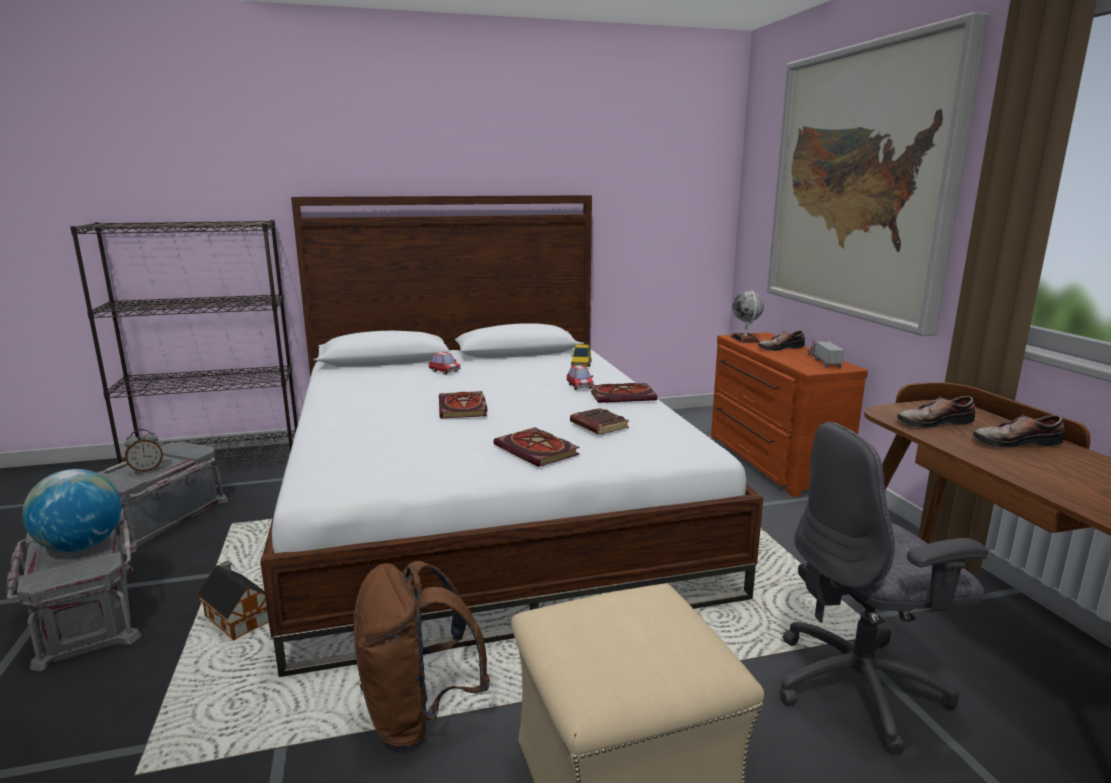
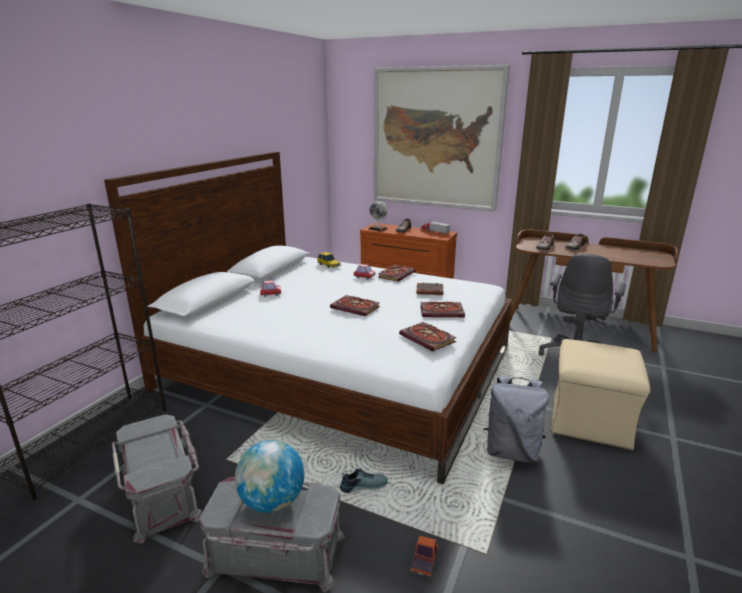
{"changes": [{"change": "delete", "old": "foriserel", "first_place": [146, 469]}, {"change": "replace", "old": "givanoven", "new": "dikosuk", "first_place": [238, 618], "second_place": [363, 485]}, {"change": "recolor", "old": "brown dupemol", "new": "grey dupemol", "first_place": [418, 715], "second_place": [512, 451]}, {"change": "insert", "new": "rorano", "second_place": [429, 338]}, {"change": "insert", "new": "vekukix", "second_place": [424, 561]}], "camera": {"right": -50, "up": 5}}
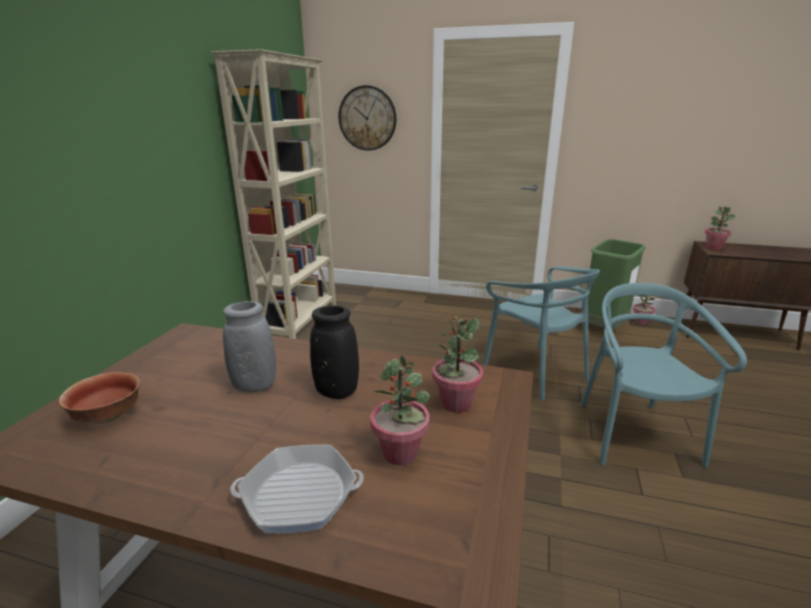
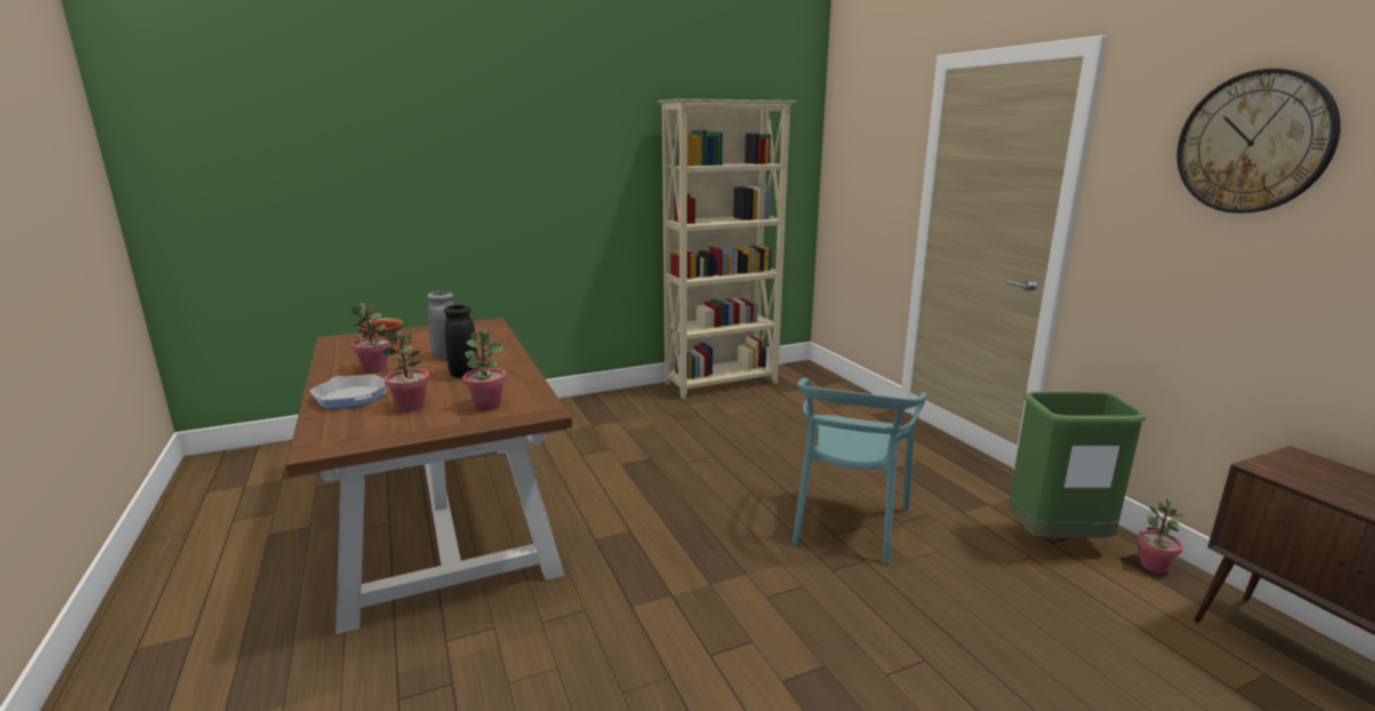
{"changes": [{"change": "move", "old": "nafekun", "first_place": [367, 118], "second_place": [1253, 142]}, {"change": "move", "old": "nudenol", "first_place": [713, 248], "second_place": [375, 369]}, {"change": "delete", "old": "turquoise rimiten", "first_place": [634, 434]}], "camera": {"right": 50, "up": -5}}
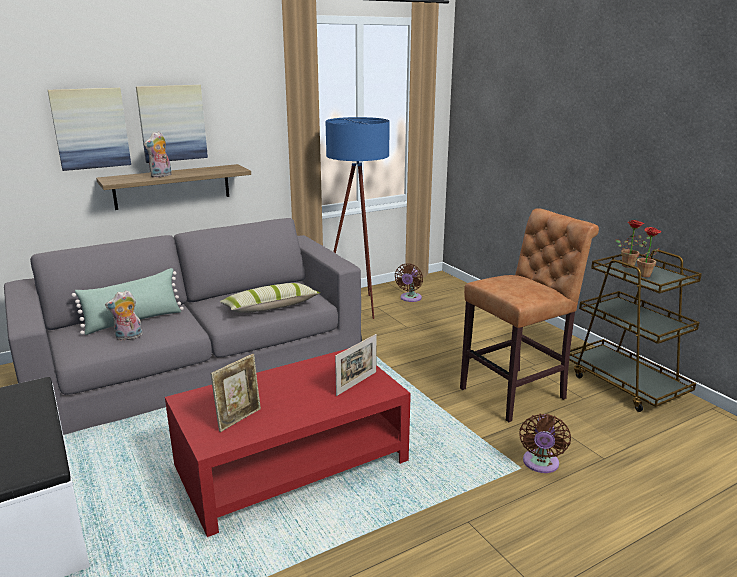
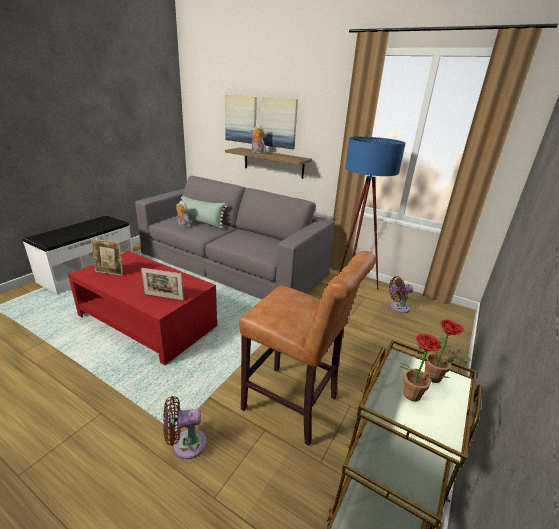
{"changes": [{"change": "delete", "old": "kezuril", "first_place": [270, 307]}], "camera": {"right": 60, "up": 5}}
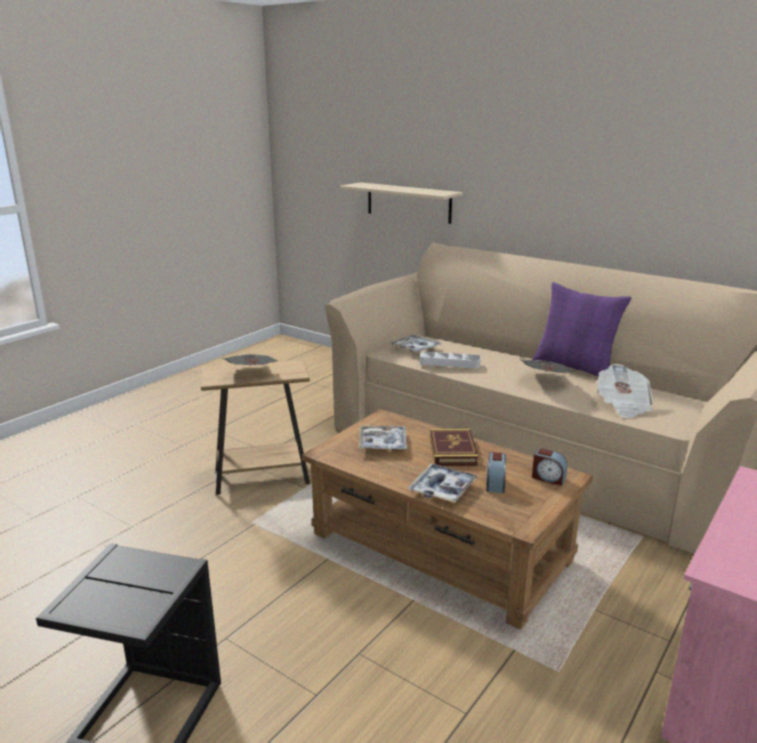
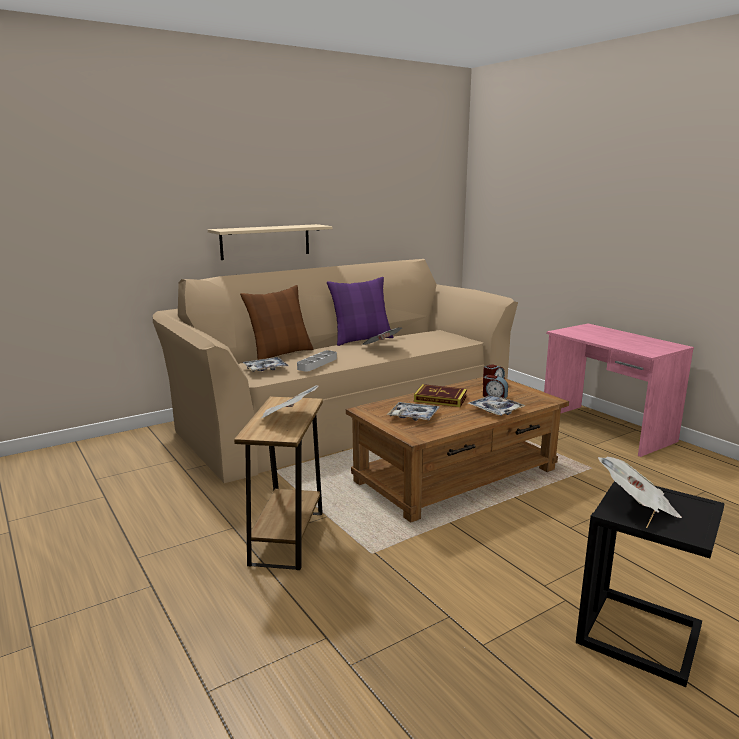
{"changes": [{"change": "move", "old": "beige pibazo", "first_place": [408, 202], "second_place": [265, 241]}, {"change": "move", "old": "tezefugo", "first_place": [623, 406], "second_place": [637, 505]}, {"change": "insert", "new": "brown kezuril", "second_place": [280, 354]}], "camera": {"right": -70, "up": -5}}
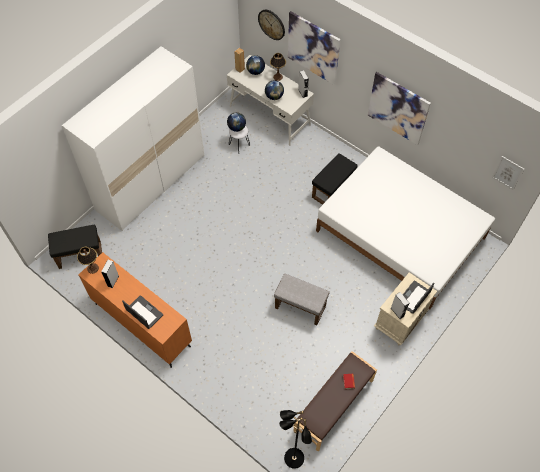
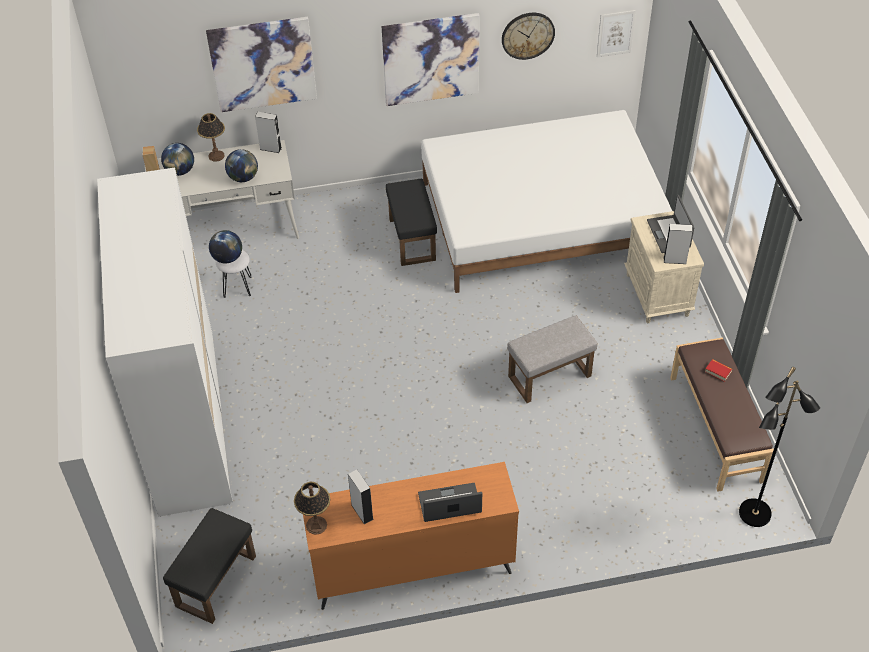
{"changes": [{"change": "move", "old": "nafekun", "first_place": [271, 24], "second_place": [528, 35]}], "camera": {"right": -50, "up": -10}}
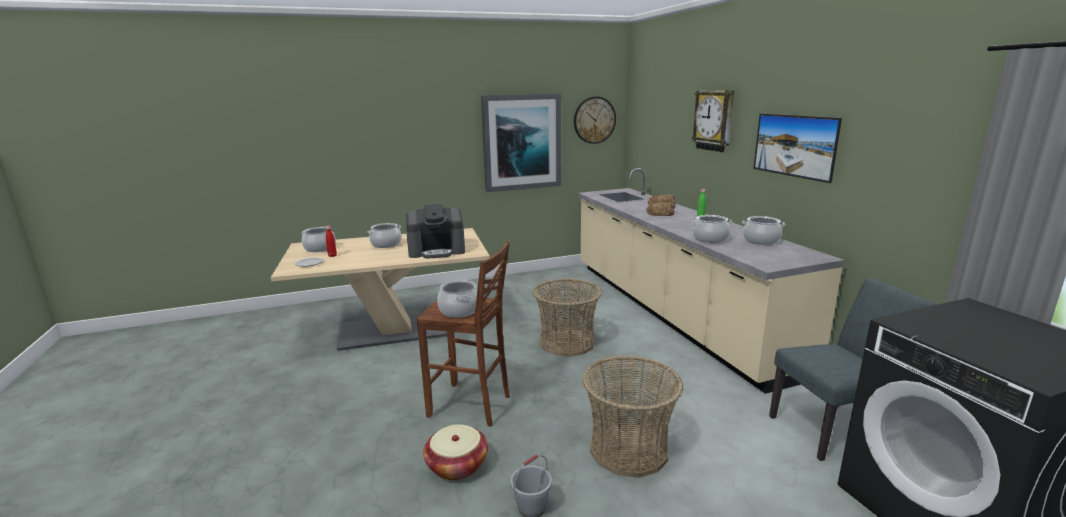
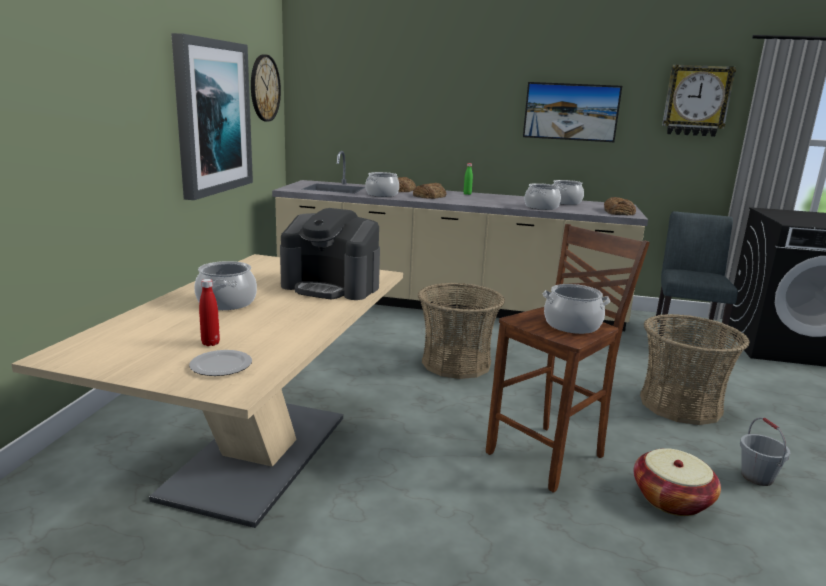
{"changes": [{"change": "move", "old": "nafekun", "first_place": [714, 120], "second_place": [696, 101]}, {"change": "rotate", "old": "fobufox", "first_place": [437, 251], "second_place": [331, 286], "degrees": 90}, {"change": "move", "old": "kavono", "first_place": [320, 248], "second_place": [382, 194]}, {"change": "insert", "new": "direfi", "second_place": [618, 212]}], "camera": {"right": -60, "up": 0}}
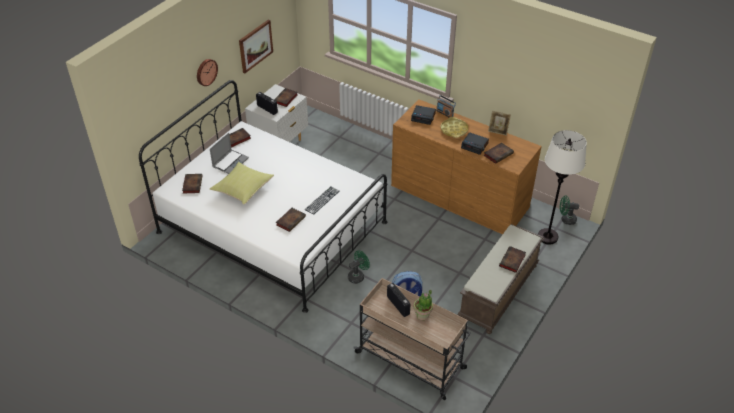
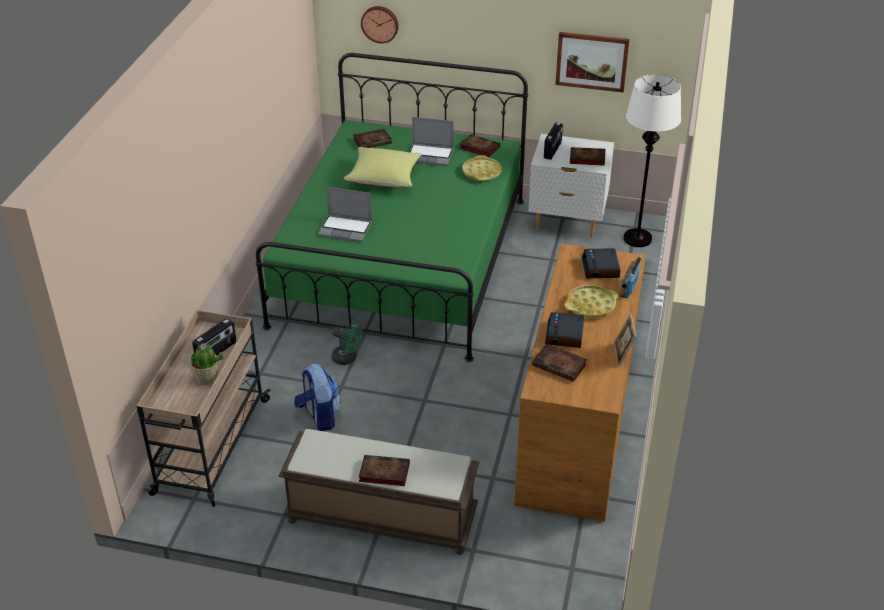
{"changes": [{"change": "move", "old": "nafekun", "first_place": [206, 72], "second_place": [380, 23]}, {"change": "recolor", "old": "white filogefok", "new": "green filogefok", "first_place": [272, 227], "second_place": [401, 260]}, {"change": "move", "old": "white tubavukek", "first_place": [547, 236], "second_place": [637, 238]}, {"change": "delete", "old": "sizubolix", "first_place": [322, 200]}, {"change": "delete", "old": "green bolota", "first_place": [566, 219]}, {"change": "replace", "old": "rorano", "new": "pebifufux", "first_place": [291, 220], "second_place": [346, 229]}, {"change": "insert", "new": "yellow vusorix", "second_place": [481, 172]}], "camera": {"right": 70, "up": -5}}
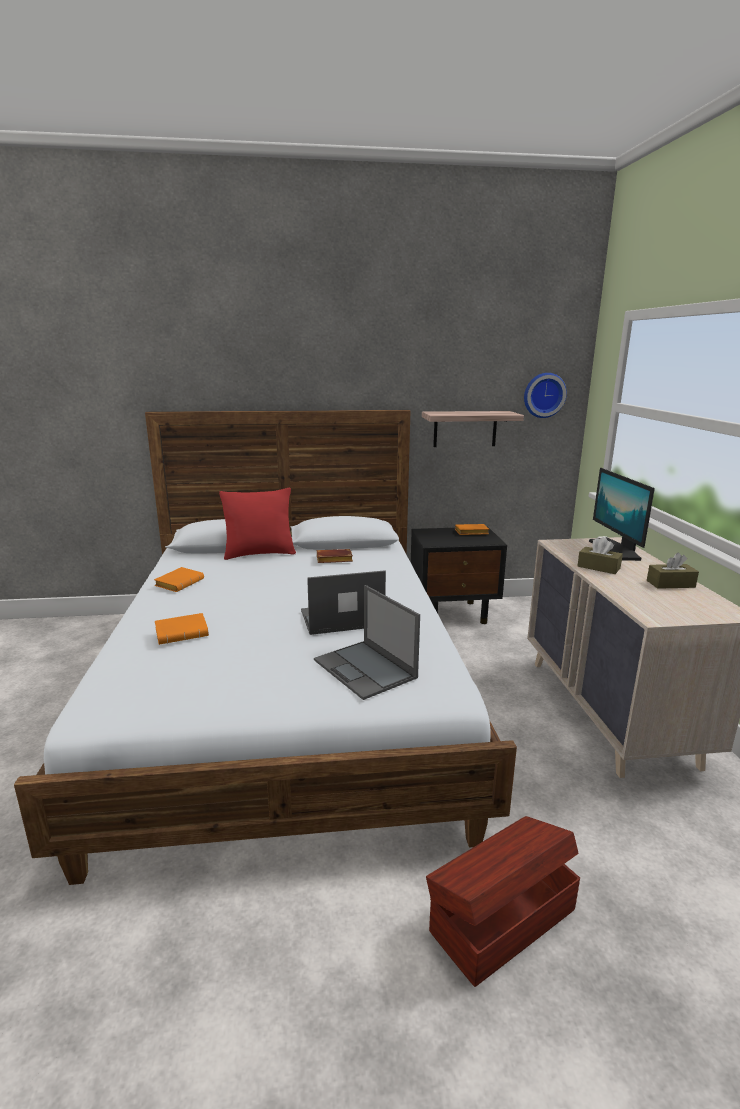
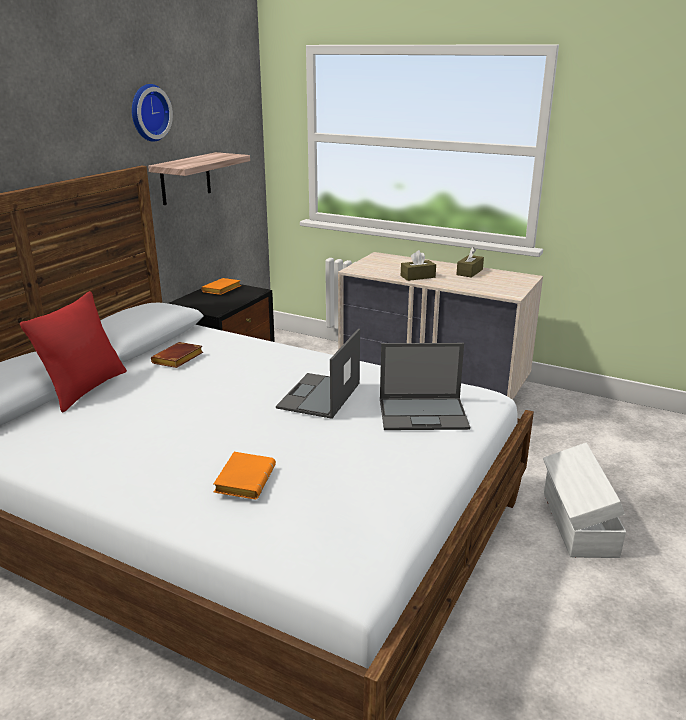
{"changes": [{"change": "move", "old": "nafekun", "first_place": [543, 395], "second_place": [148, 112]}, {"change": "delete", "old": "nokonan", "first_place": [616, 550]}, {"change": "delete", "old": "orange rorano", "first_place": [179, 583]}, {"change": "recolor", "old": "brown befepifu", "new": "white befepifu", "first_place": [500, 919], "second_place": [577, 524]}], "camera": {"right": -55, "up": 5}}
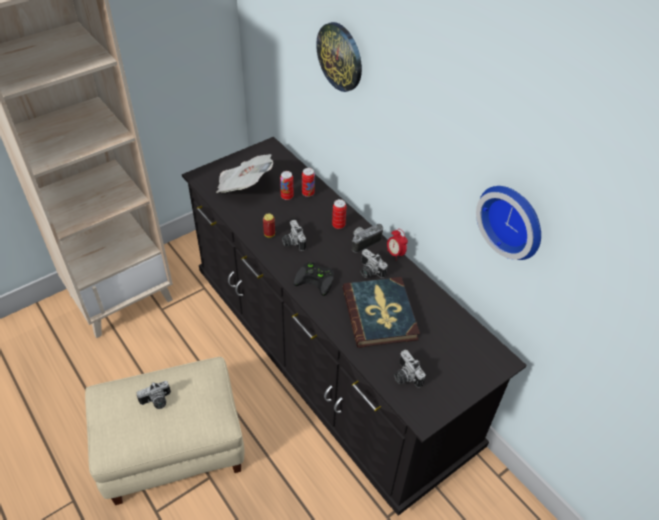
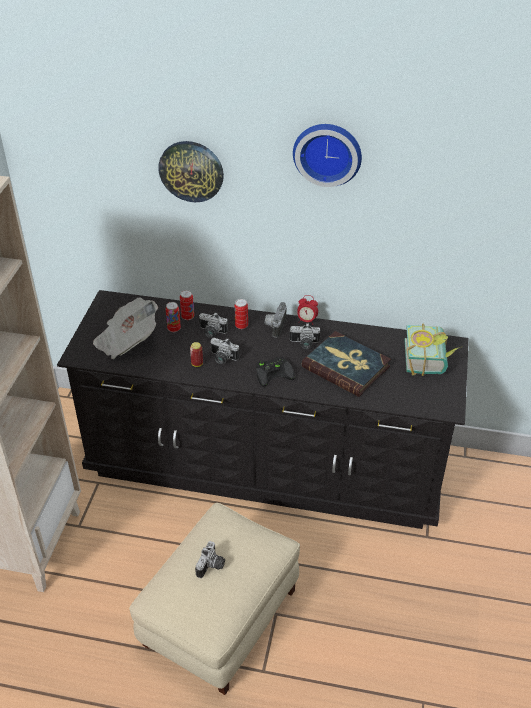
{"changes": [{"change": "move", "old": "nafekun", "first_place": [513, 220], "second_place": [328, 152]}, {"change": "move", "old": "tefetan", "first_place": [405, 376], "second_place": [211, 332]}, {"change": "insert", "new": "rorano", "second_place": [430, 360]}], "camera": {"right": -40, "up": -5}}
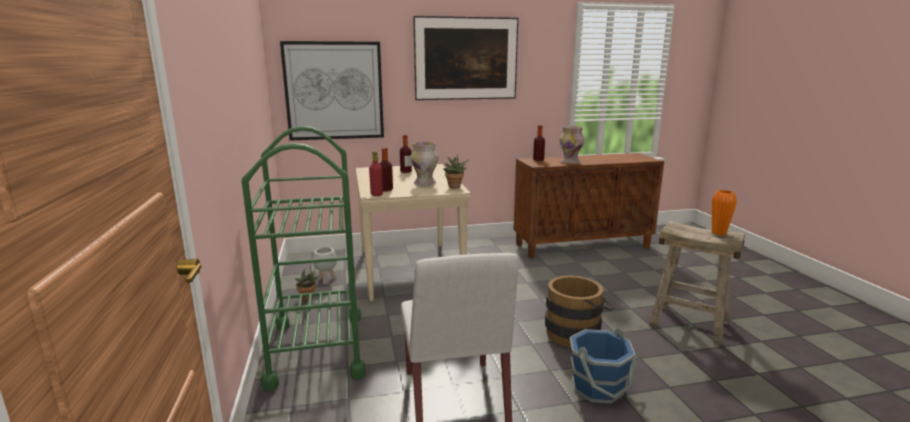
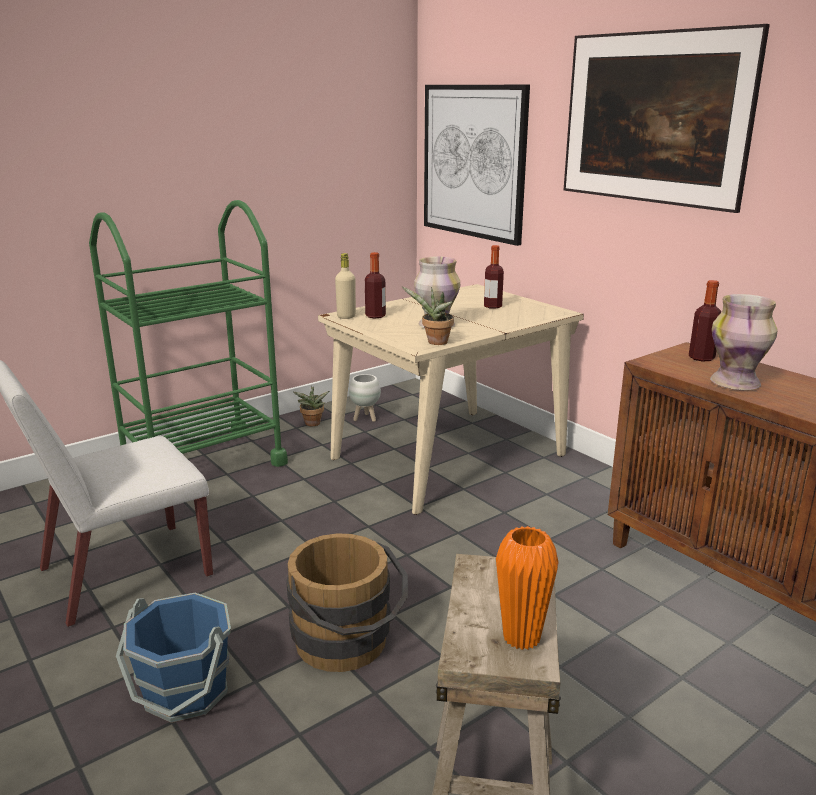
{"changes": [{"change": "recolor", "old": "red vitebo", "new": "beige vitebo", "first_place": [376, 194], "second_place": [346, 316]}], "camera": {"right": 65, "up": 5}}
